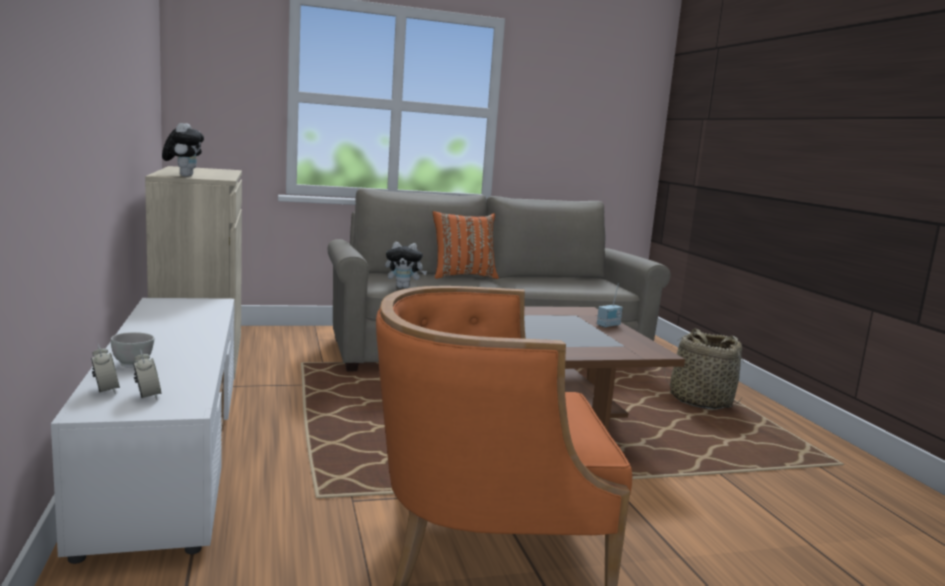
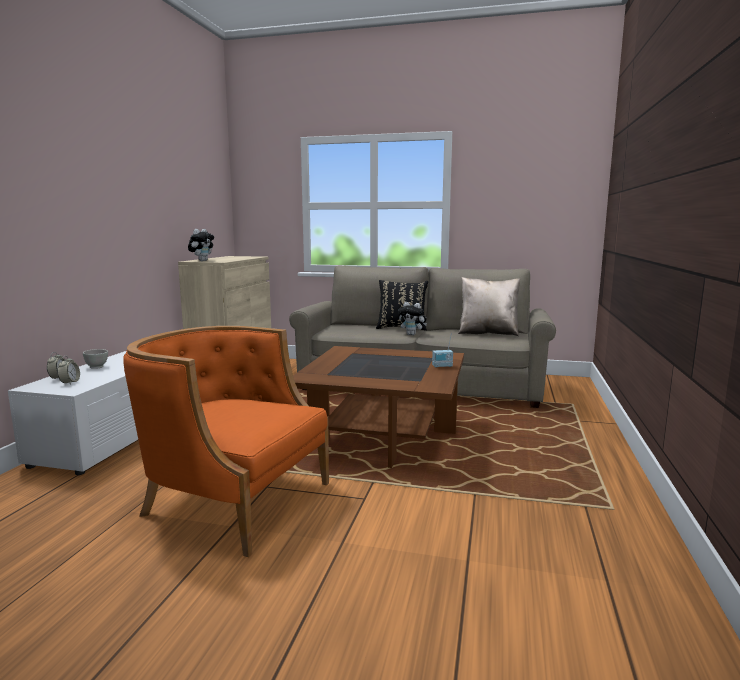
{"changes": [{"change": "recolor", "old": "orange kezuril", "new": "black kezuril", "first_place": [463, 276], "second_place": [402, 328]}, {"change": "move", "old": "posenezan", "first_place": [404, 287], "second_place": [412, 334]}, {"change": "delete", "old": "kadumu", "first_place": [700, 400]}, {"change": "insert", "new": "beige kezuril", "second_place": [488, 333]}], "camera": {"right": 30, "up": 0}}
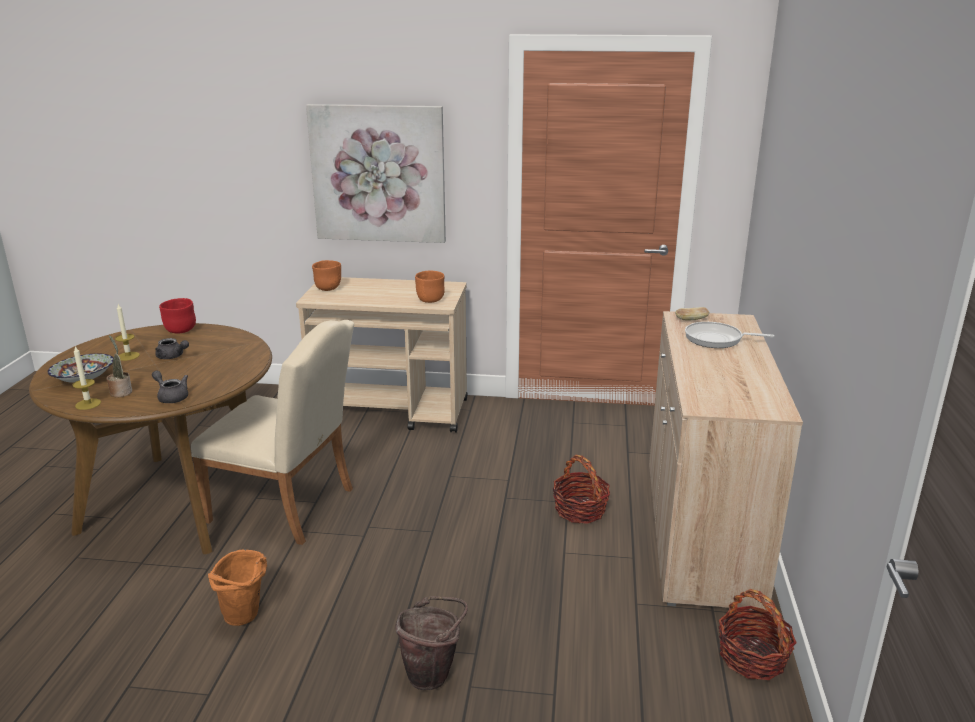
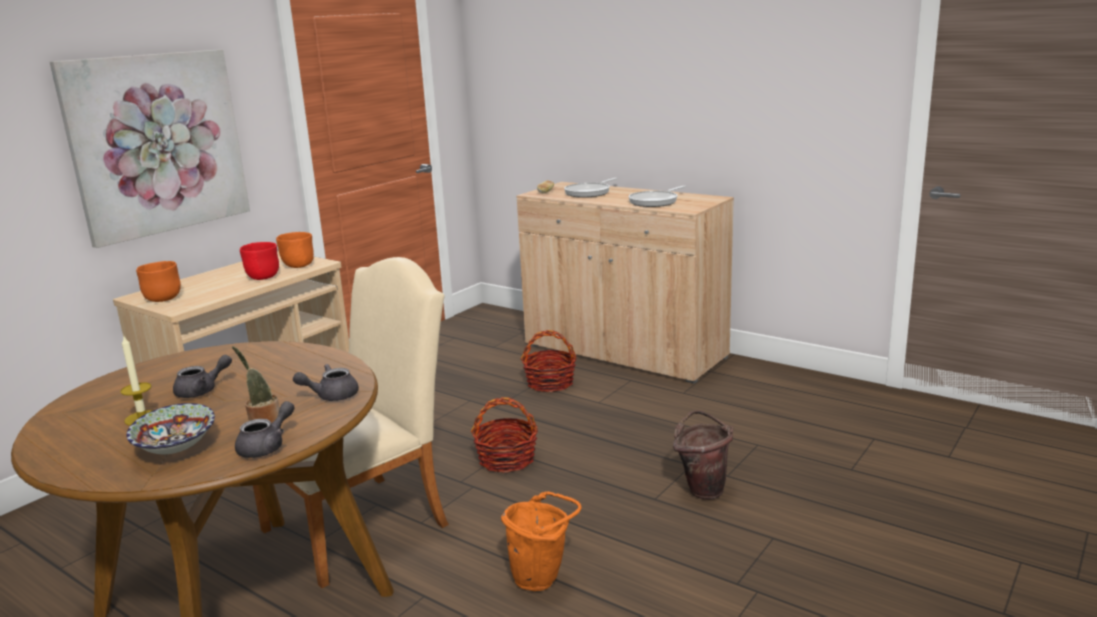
{"changes": [{"change": "move", "old": "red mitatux", "first_place": [180, 330], "second_place": [262, 277]}, {"change": "replace", "old": "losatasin", "new": "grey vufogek", "first_place": [88, 404], "second_place": [267, 447]}, {"change": "move", "old": "kadumu", "first_place": [752, 657], "second_place": [507, 459]}, {"change": "insert", "new": "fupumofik", "second_place": [655, 201]}], "camera": {"right": -60, "up": -5}}
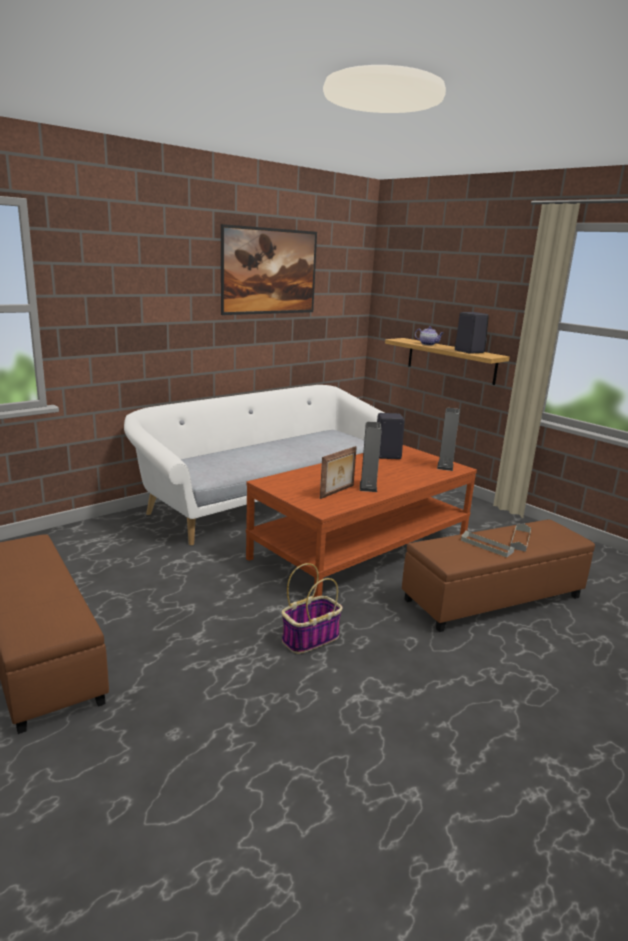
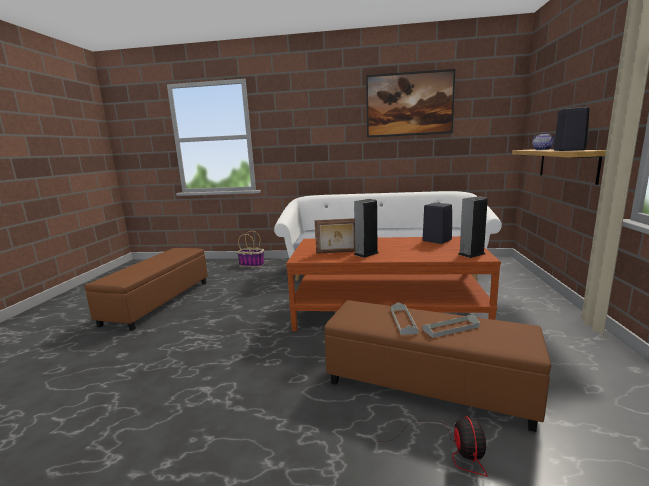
{"changes": [{"change": "move", "old": "kadumu", "first_place": [311, 638], "second_place": [252, 264]}, {"change": "insert", "new": "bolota", "second_place": [448, 449]}], "camera": {"right": 50, "up": -5}}
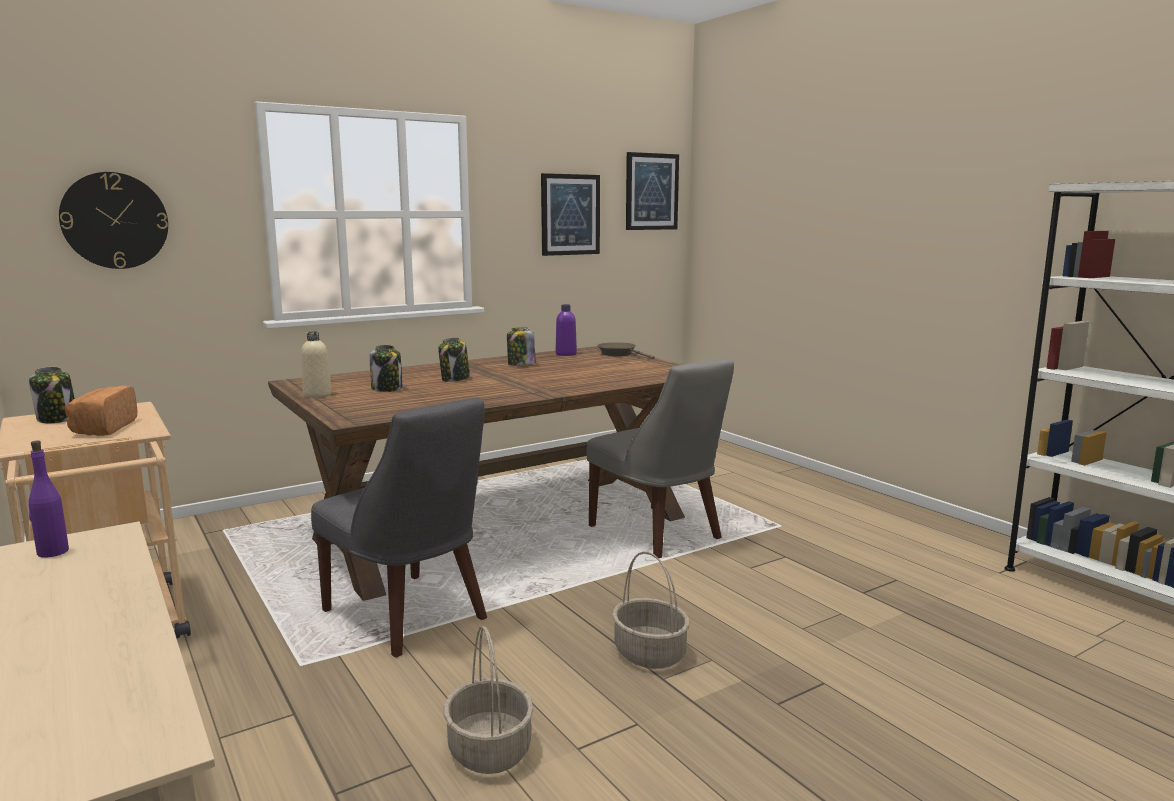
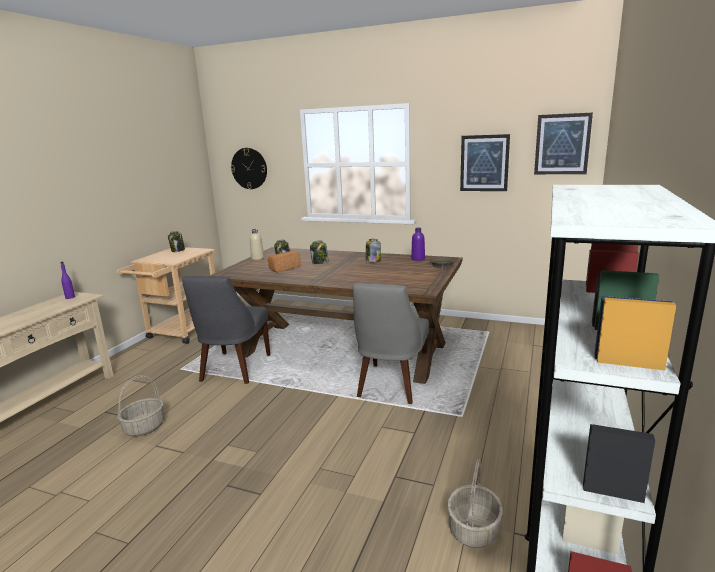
{"changes": [{"change": "move", "old": "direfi", "first_place": [103, 428], "second_place": [283, 268]}, {"change": "move", "old": "kadumu", "first_place": [648, 653], "second_place": [473, 529]}], "camera": {"right": 55, "up": 5}}
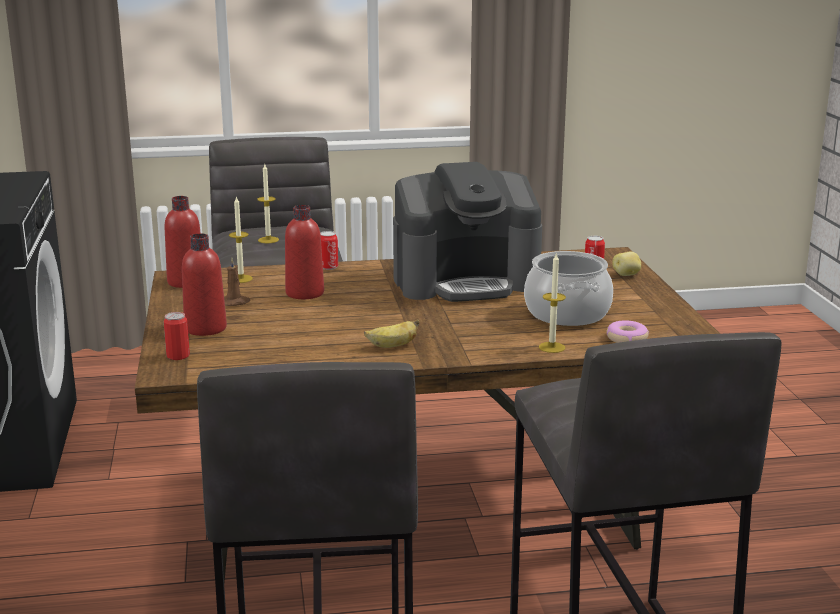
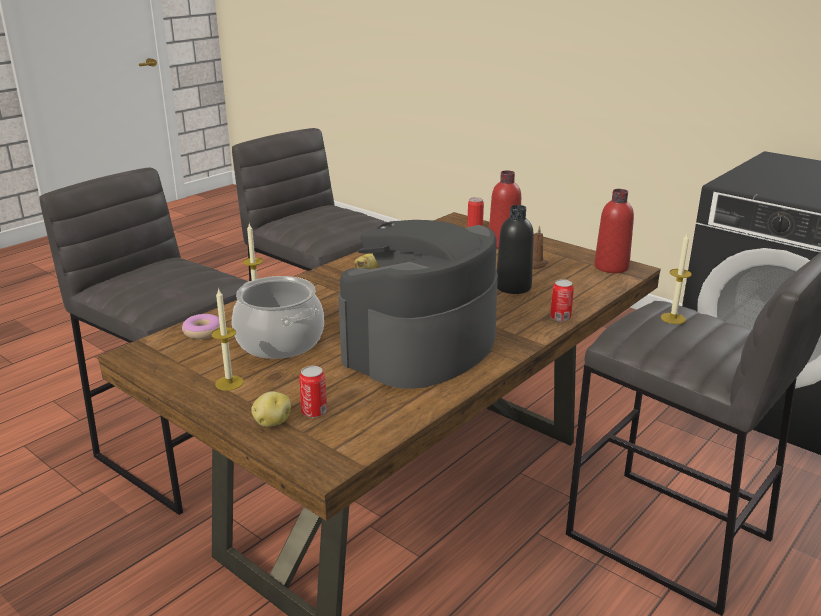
{"changes": [{"change": "move", "old": "losatasin", "first_place": [241, 279], "second_place": [229, 383]}, {"change": "recolor", "old": "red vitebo", "new": "black vitebo", "first_place": [305, 293], "second_place": [513, 287]}], "camera": {"right": 140, "up": 5}}
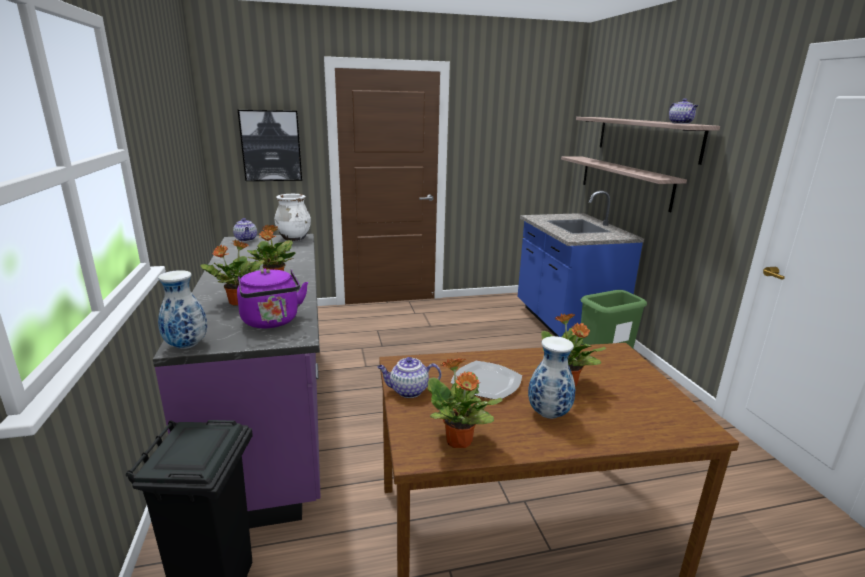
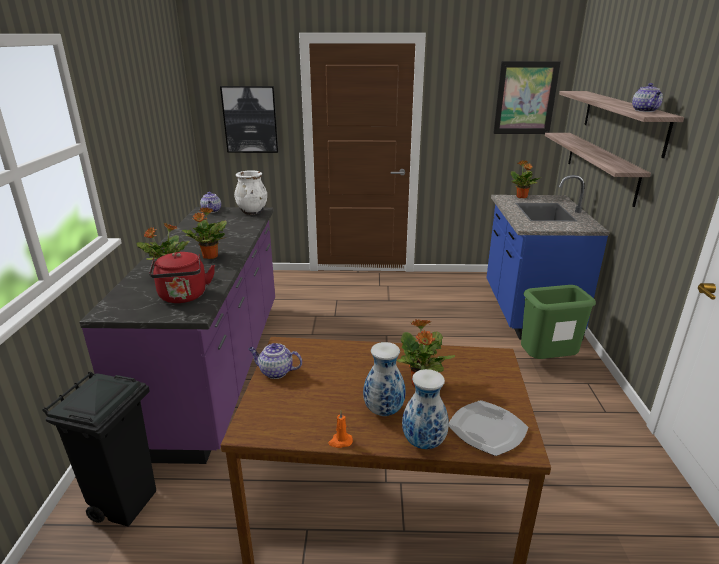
{"changes": [{"change": "recolor", "old": "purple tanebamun", "new": "red tanebamun", "first_place": [272, 322], "second_place": [183, 297]}, {"change": "move", "old": "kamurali", "first_place": [186, 346], "second_place": [423, 443]}, {"change": "move", "old": "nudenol", "first_place": [459, 441], "second_place": [521, 197]}, {"change": "move", "old": "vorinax", "first_place": [486, 382], "second_place": [487, 429]}, {"change": "insert", "new": "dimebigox", "second_place": [525, 98]}, {"change": "insert", "new": "orange losatasin", "second_place": [340, 441]}], "camera": {"right": 15, "up": 5}}
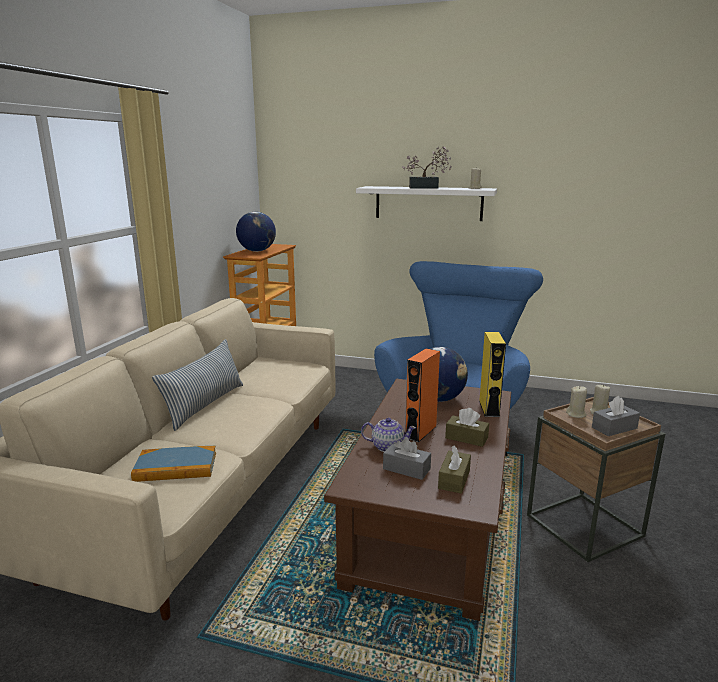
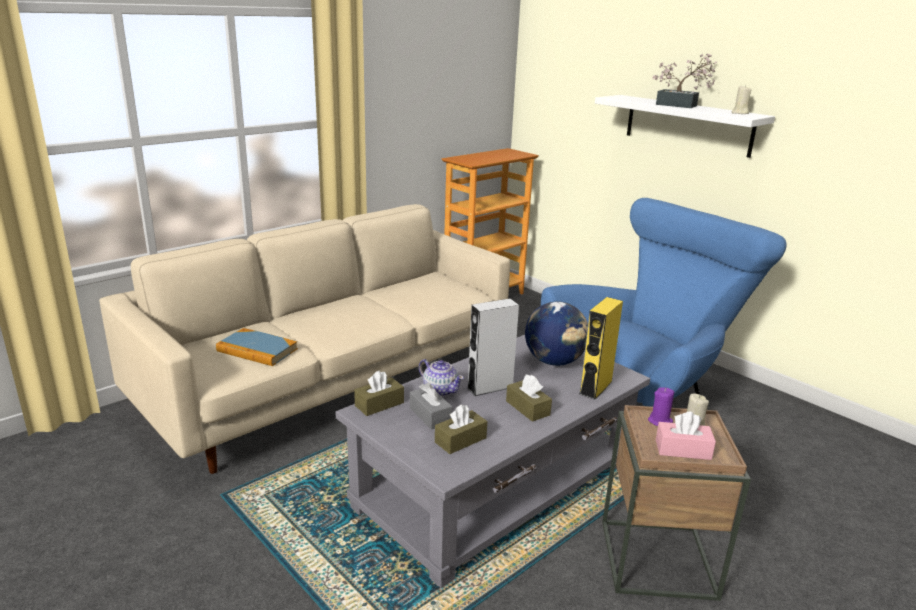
{"changes": [{"change": "delete", "old": "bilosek", "first_place": [257, 251]}, {"change": "delete", "old": "kezuril", "first_place": [205, 405]}, {"change": "recolor", "old": "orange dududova", "new": "grey dududova", "first_place": [420, 432], "second_place": [490, 387]}, {"change": "recolor", "old": "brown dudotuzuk", "new": "grey dudotuzuk", "first_place": [431, 519], "second_place": [497, 485]}, {"change": "recolor", "old": "beige losatasin", "new": "purple losatasin", "first_place": [576, 414], "second_place": [660, 421]}, {"change": "recolor", "old": "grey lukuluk", "new": "pink lukuluk", "first_place": [614, 428], "second_place": [683, 449]}, {"change": "insert", "new": "brown lukuluk", "second_place": [379, 404]}], "camera": {"right": 30, "up": 5}}
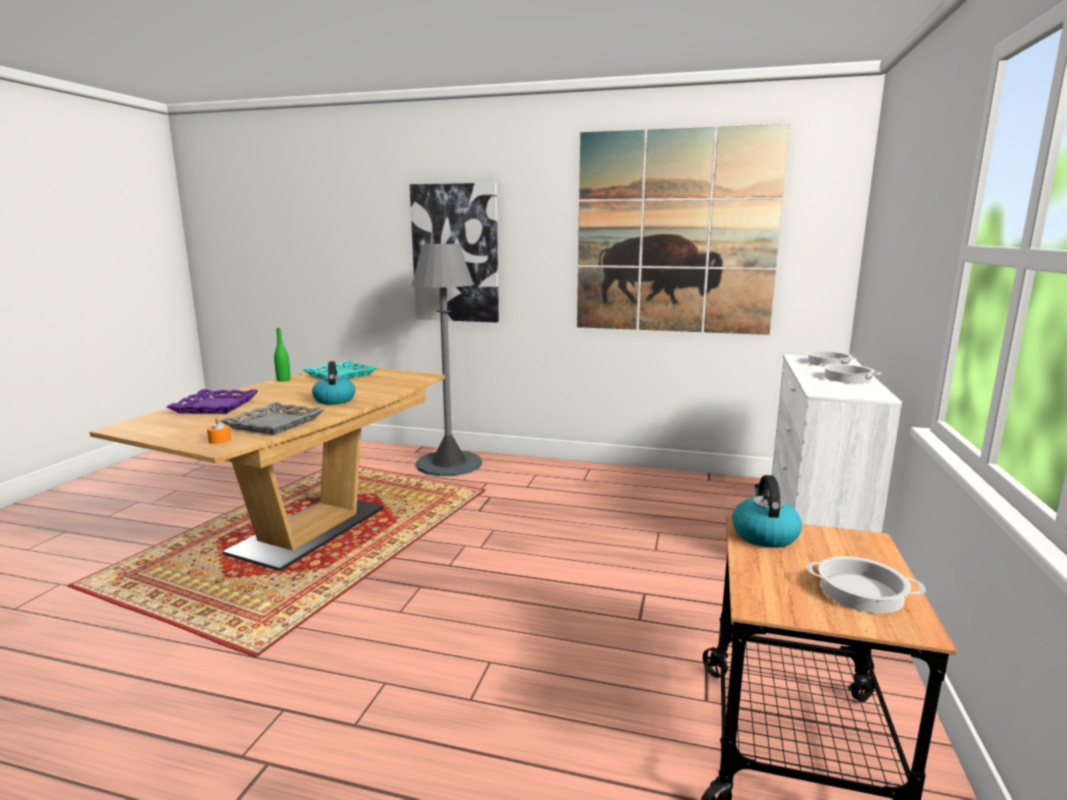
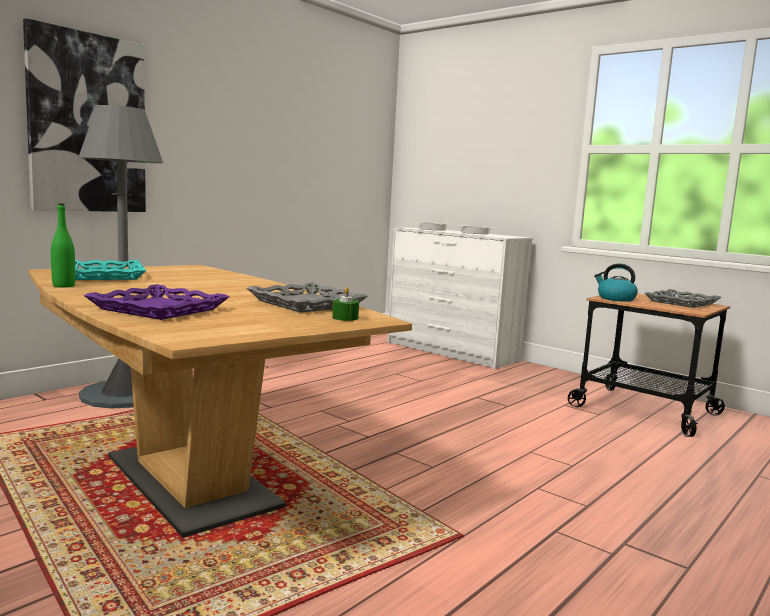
{"changes": [{"change": "delete", "old": "dimebigox", "first_place": [675, 233]}, {"change": "delete", "old": "tanebamun", "first_place": [334, 400]}, {"change": "recolor", "old": "orange losatasin", "new": "green losatasin", "first_place": [219, 440], "second_place": [345, 318]}, {"change": "replace", "old": "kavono", "new": "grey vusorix", "first_place": [860, 592], "second_place": [682, 303]}], "camera": {"right": -65, "up": -5}}
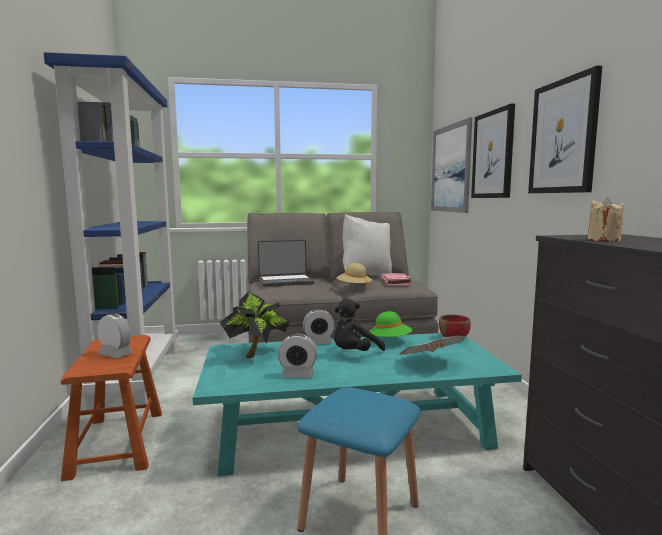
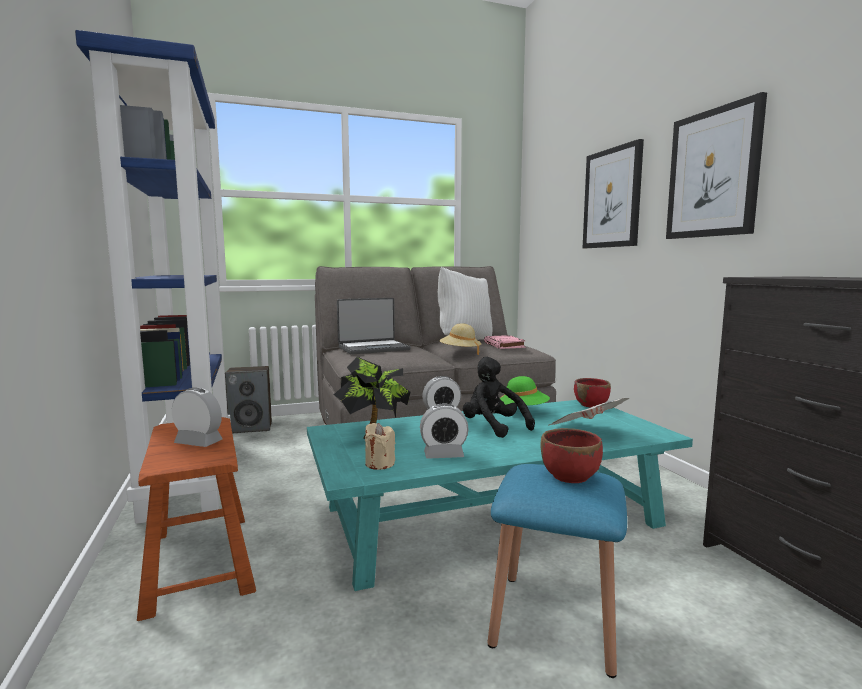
{"changes": [{"change": "delete", "old": "dimebigox", "first_place": [450, 168]}, {"change": "move", "old": "beige losatasin", "first_place": [603, 240], "second_place": [379, 464]}, {"change": "rotate", "old": "black posenezan", "first_place": [354, 354], "second_place": [493, 427], "degrees": 105}, {"change": "insert", "new": "dududova", "second_place": [251, 427]}, {"change": "insert", "new": "red mitatux", "second_place": [570, 476]}], "camera": {"right": -10, "up": 0}}
